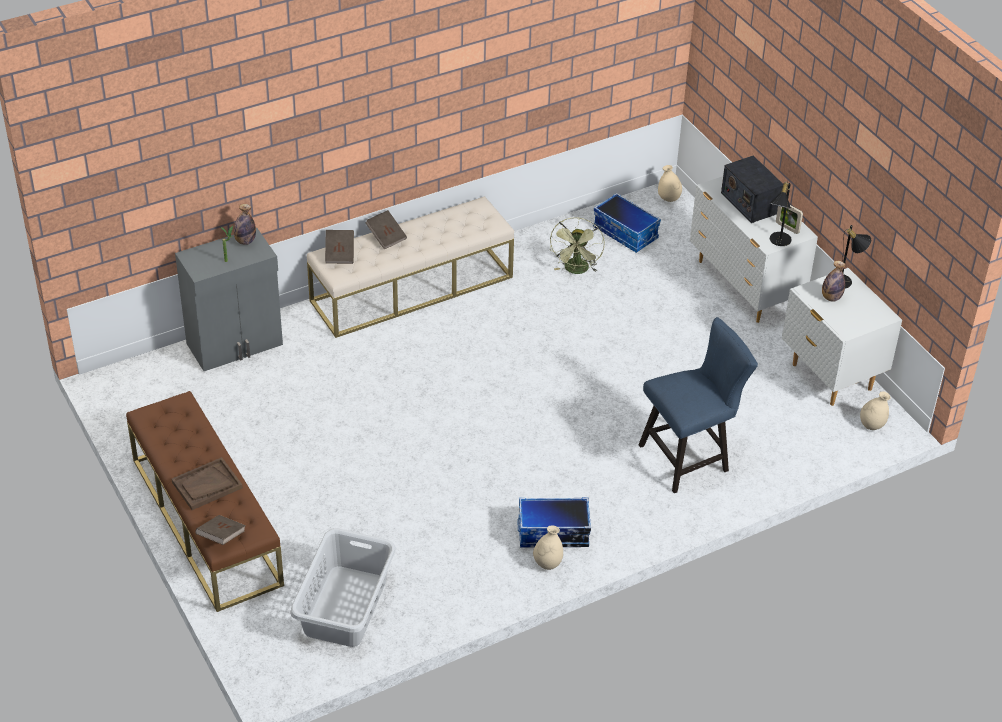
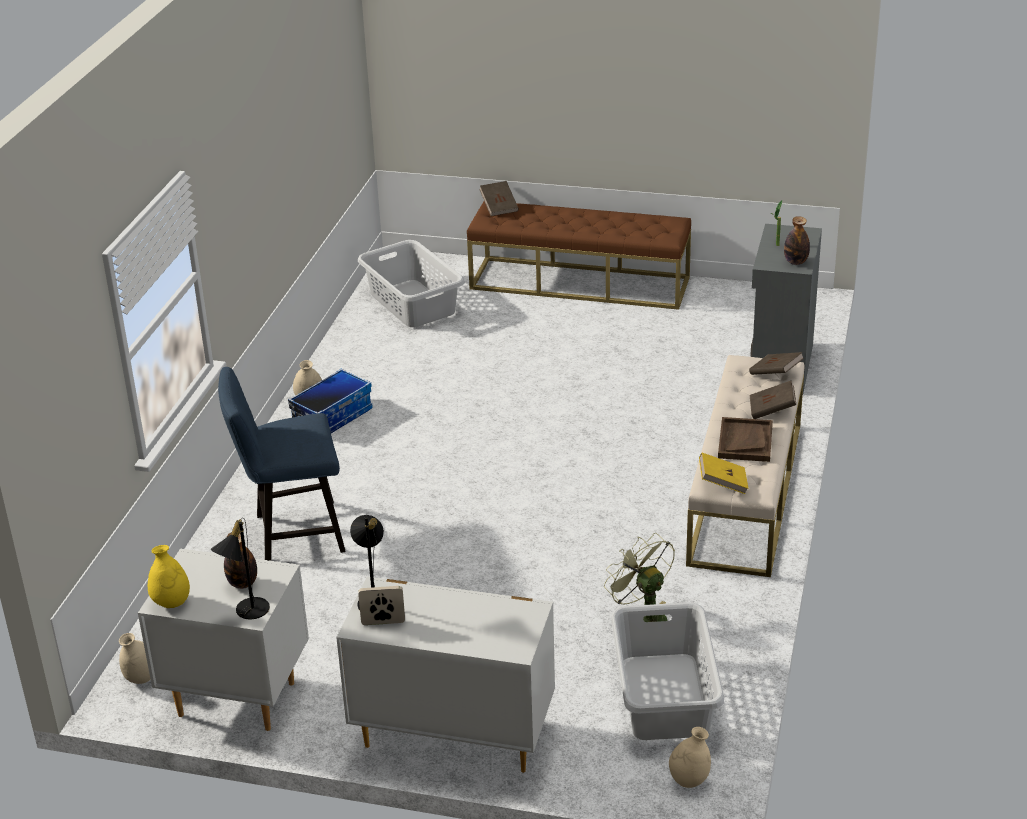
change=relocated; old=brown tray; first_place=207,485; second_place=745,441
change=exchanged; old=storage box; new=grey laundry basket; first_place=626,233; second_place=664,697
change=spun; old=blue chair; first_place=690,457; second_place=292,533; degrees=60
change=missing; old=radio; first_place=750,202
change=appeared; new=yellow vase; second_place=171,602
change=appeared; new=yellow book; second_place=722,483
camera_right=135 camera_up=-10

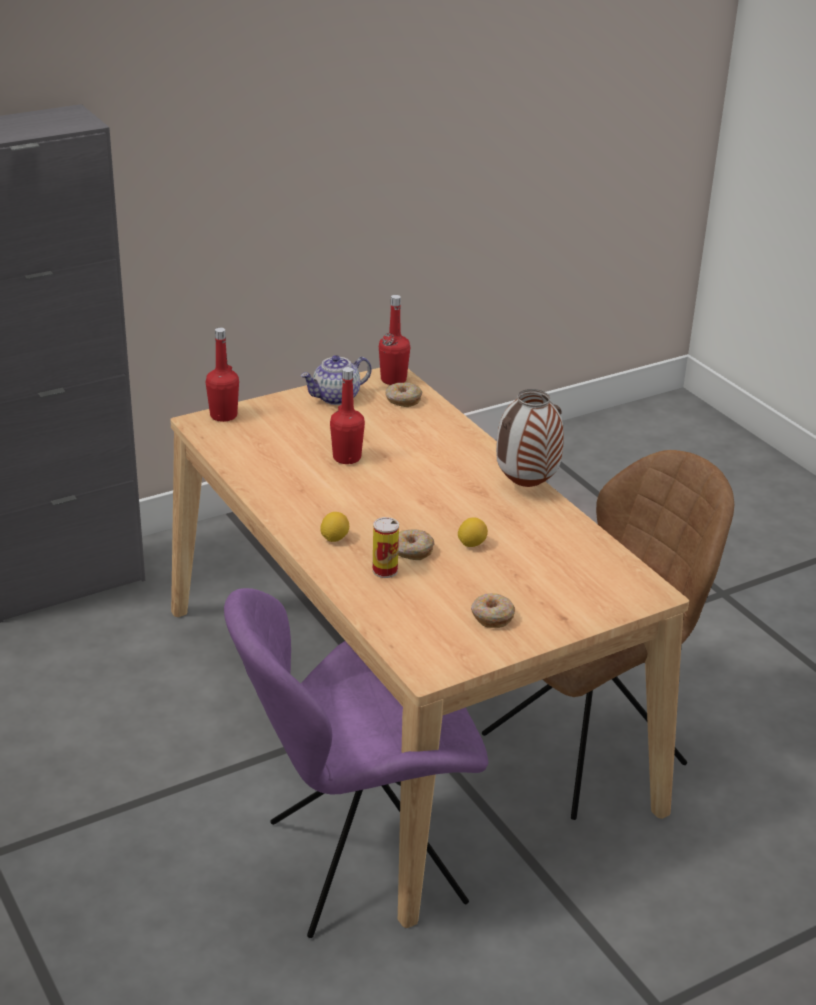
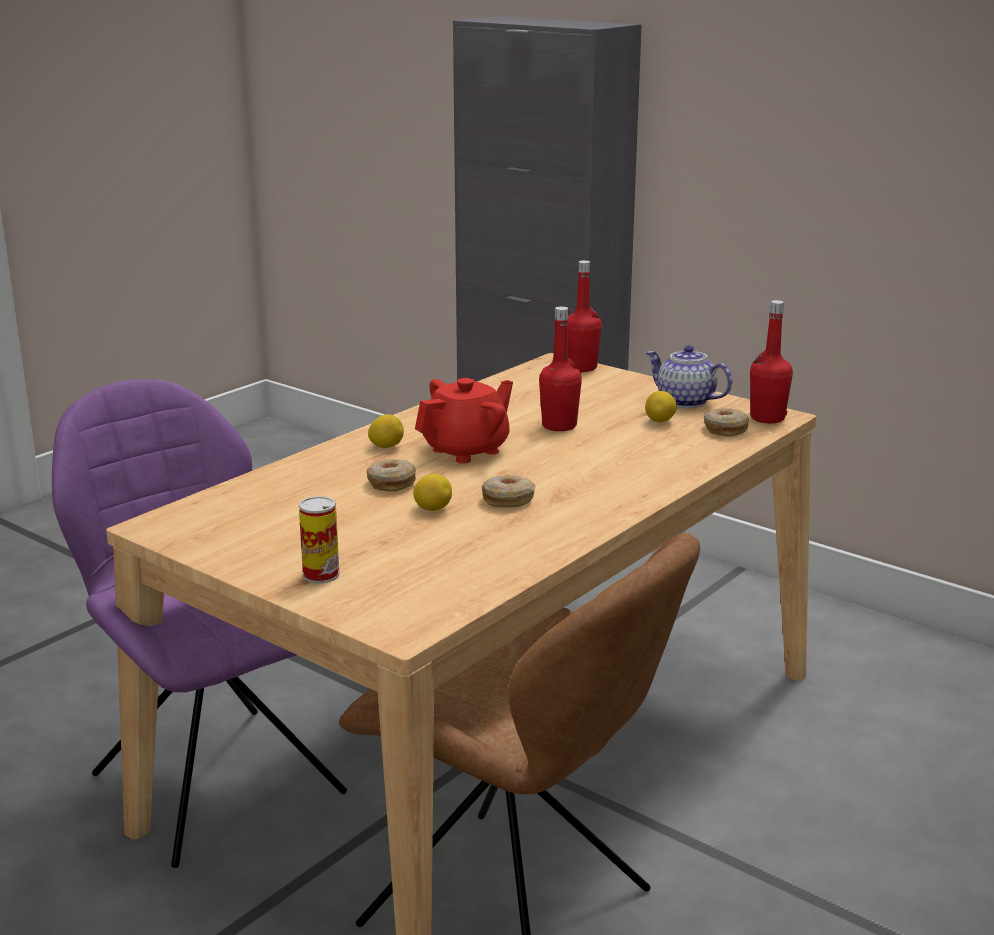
change=relocated; old=can; first_place=385,570; second_place=321,575
change=relocated; old=donut; first_place=492,616; second_place=508,499
change=missing; old=vase; first_place=526,486
change=appeared; new=red teapot; second_place=467,450
change=appeared; new=lemon; second_place=660,421
camera_right=70 camera_up=-10

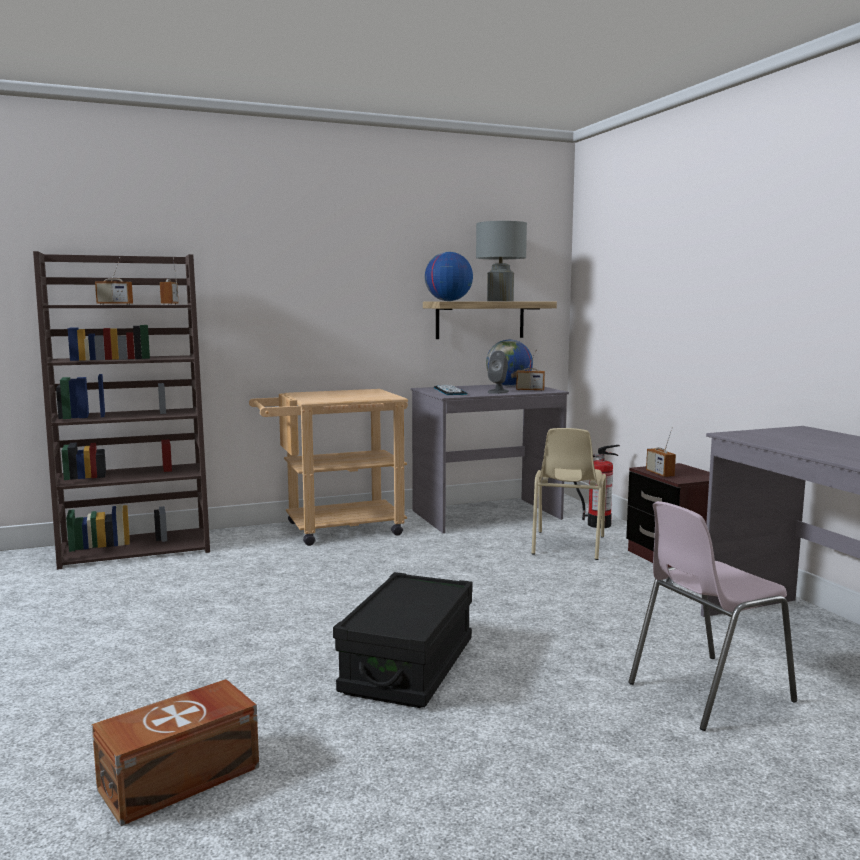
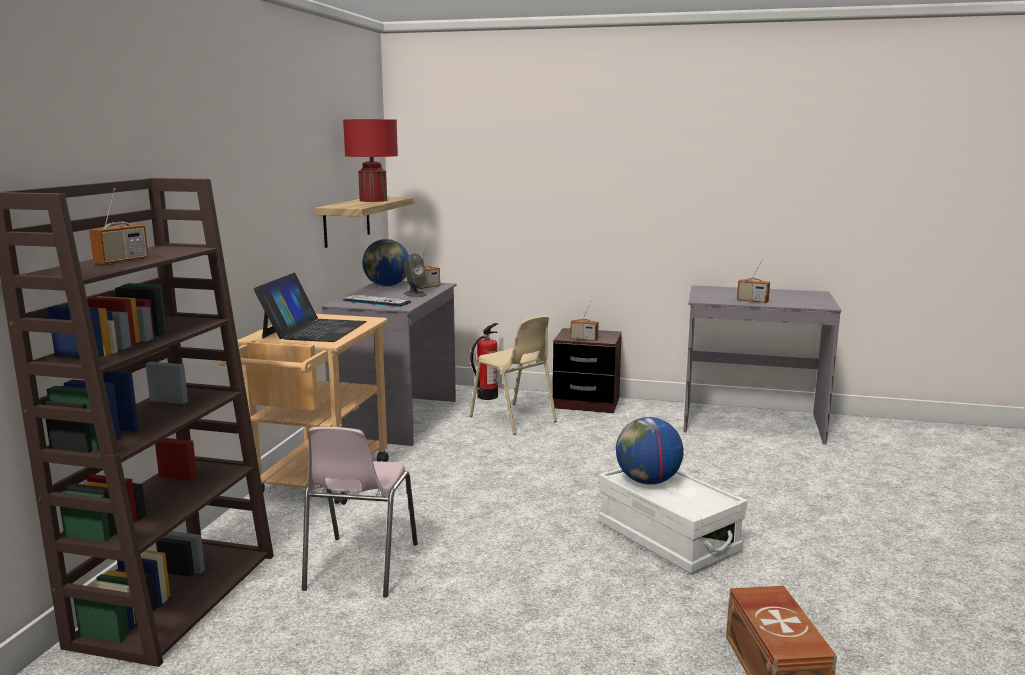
change=relocated; old=radio; first_place=169,304; second_place=752,301
change=colour; old=black storage box; new=white storage box; first_place=408,666; second_place=667,538
change=relocated; old=globe; first_place=448,301; second_place=647,481
change=colour; old=grey table lamp; new=red table lamp; first_place=500,301; second_place=373,200
change=relocated; old=pink chair; first_place=707,691; second_place=359,567
change=appeared; new=laptop; second_place=314,329
camera_right=-55 camera_up=5

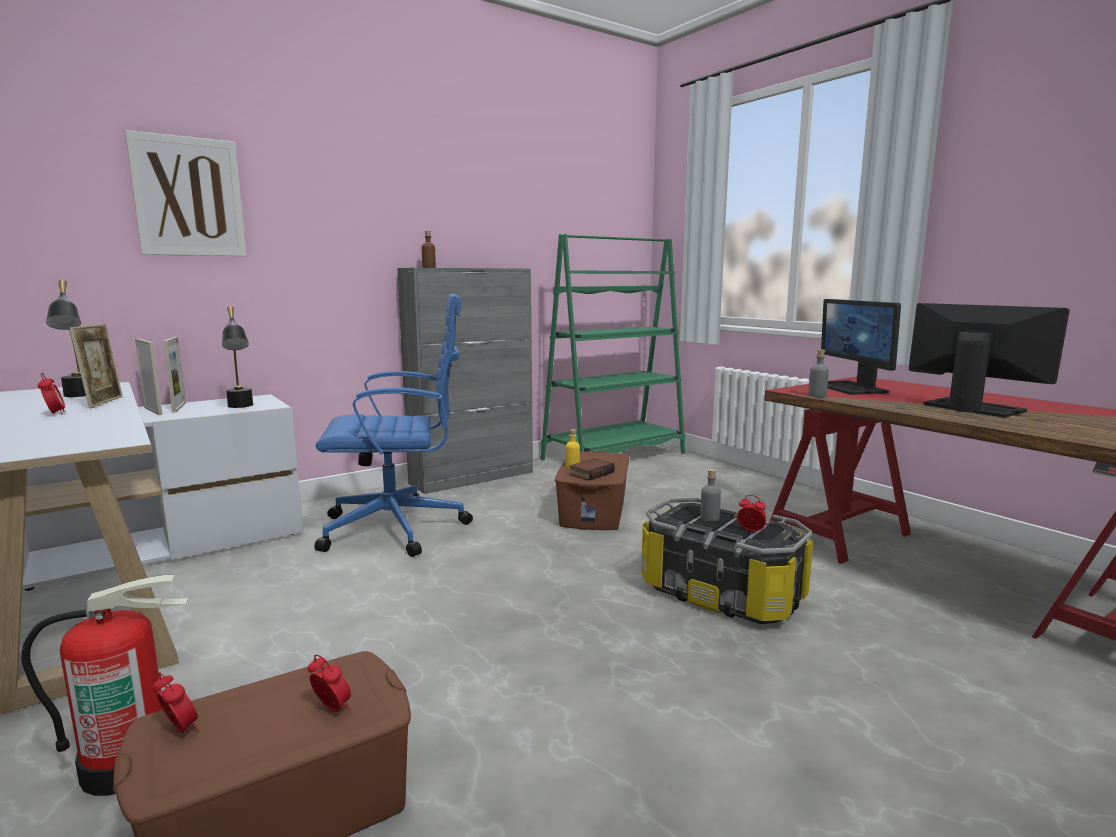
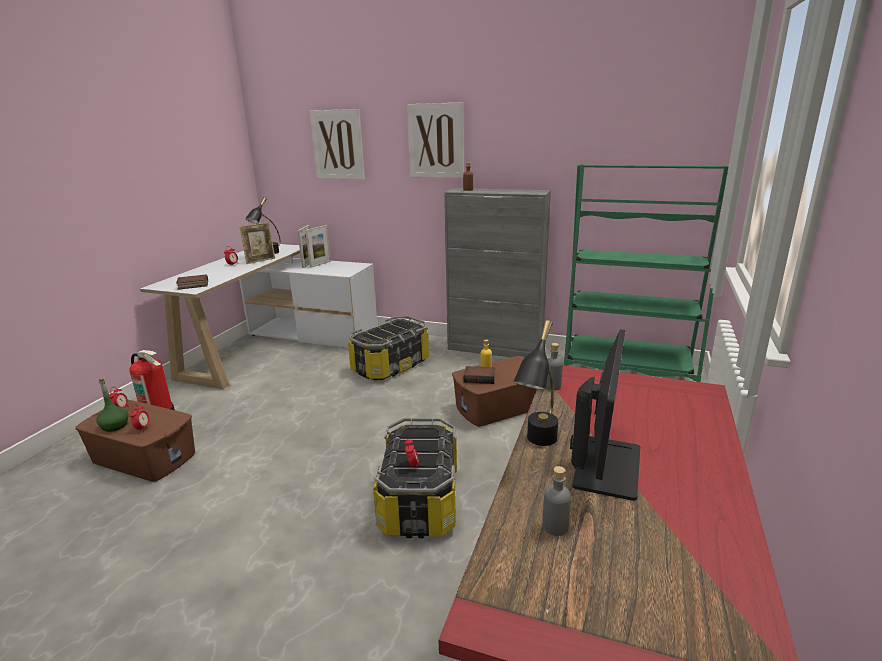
change=relocated; old=black table lamp; first_place=241,407; second_place=537,445
change=exchanged; old=blue office chair; new=storage box; first_place=398,528; second_place=391,366
change=relocated; old=grey bottle; first_place=709,518; second_place=555,526
change=missing; old=monitor; first_place=851,388
change=appeared; new=green bottle; second_place=115,426
change=appeared; new=book; second_place=192,285
change=appeared; new=picture; second_place=436,141
camera_right=55 camera_up=10

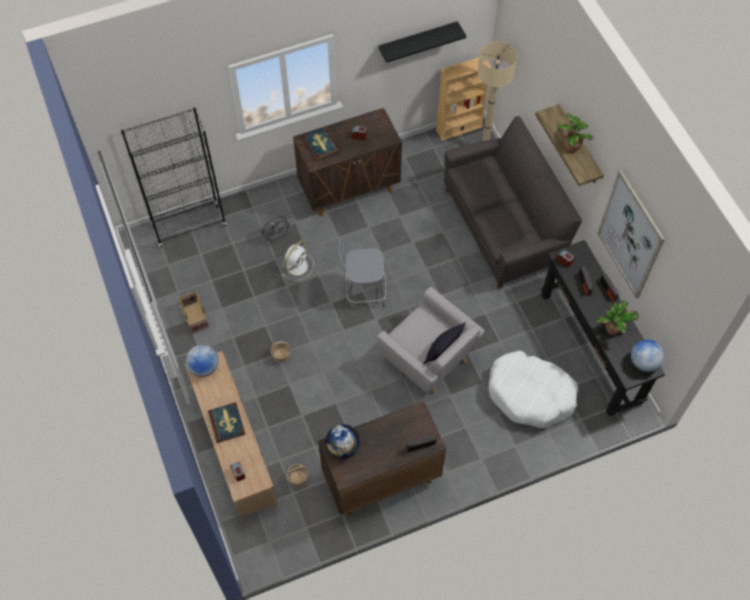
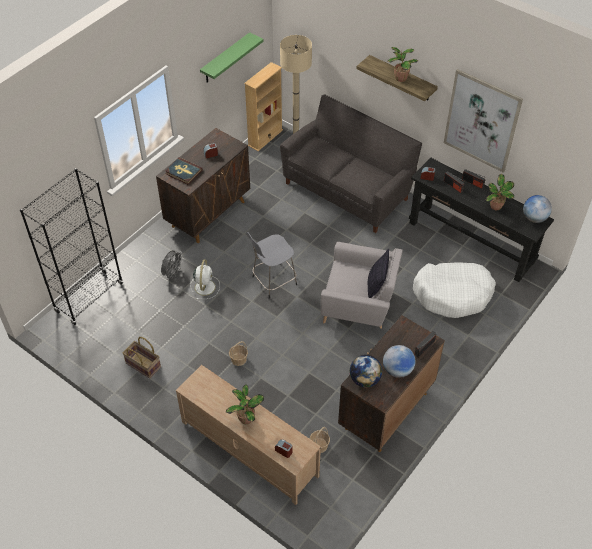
change=relocated; old=globe; first_place=204,367; second_place=397,370
change=exchanged; old=book; new=potted plant; first_place=227,423; second_place=246,417
change=colour; old=black shelf; new=green shelf; first_place=417,41; second_place=225,58
camera_right=-30 camera_up=-10

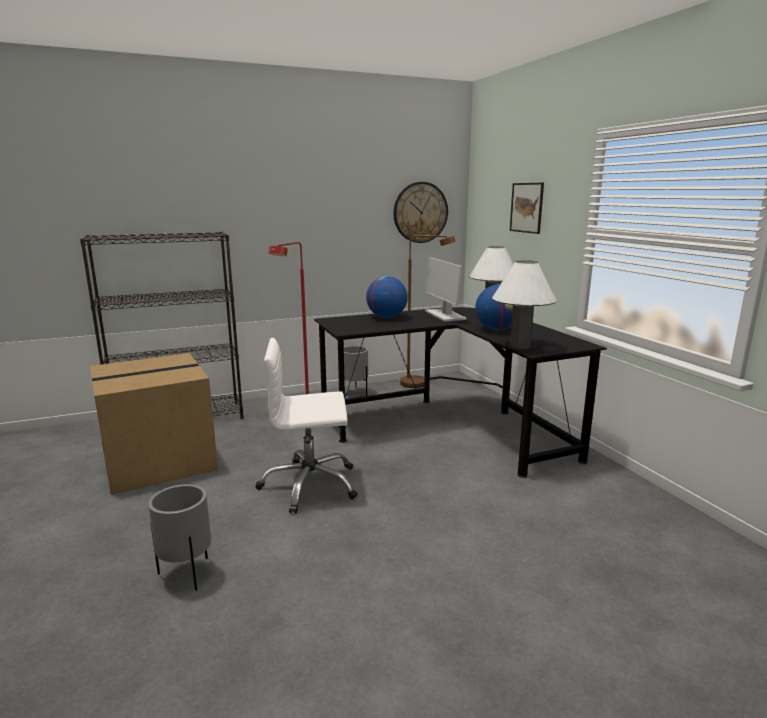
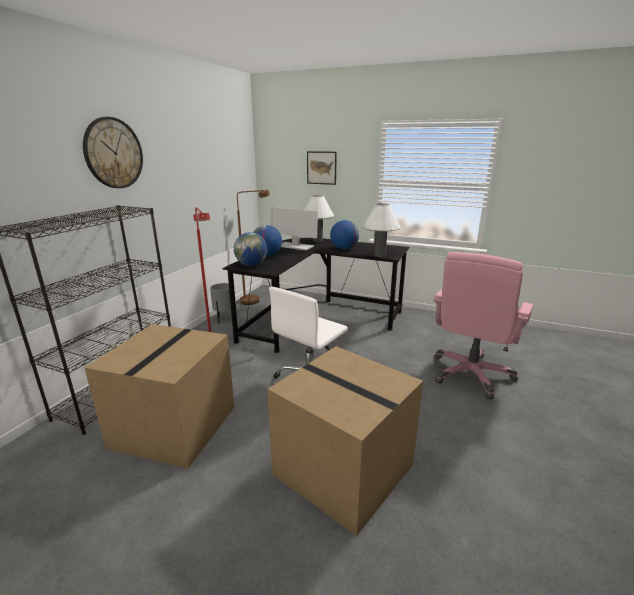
change=exchanged; old=grey planter; new=cardboard box; first_place=187,574; second_place=346,469
change=relocated; old=wall clock; first_place=420,212; second_place=113,153
change=appeared; new=globe; second_place=251,265
change=appeared; new=pink office chair; second_place=471,374
camera_right=-45 camera_up=5

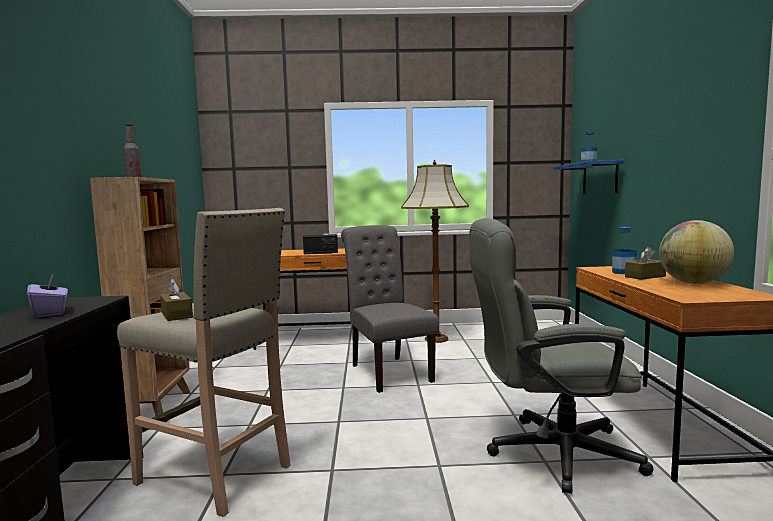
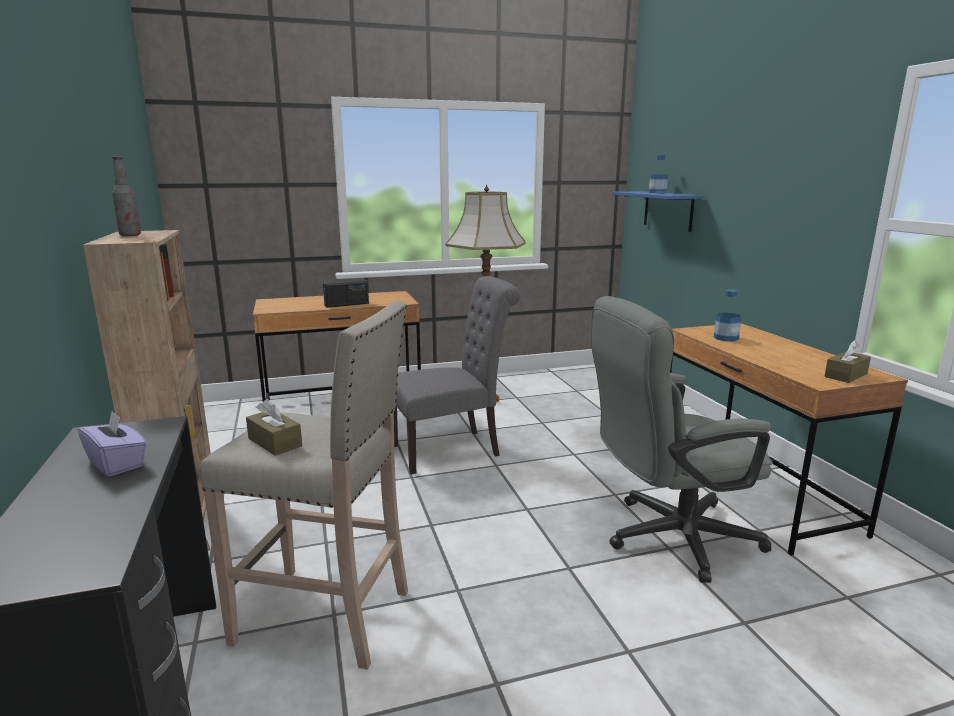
change=spun; old=grey chair; first_place=387,371; second_place=452,449; degrees=105
change=relocated; old=brown tissue box; first_place=645,276; second_place=845,375
change=missing; old=globe; first_place=693,283
camera_right=-15 camera_up=10

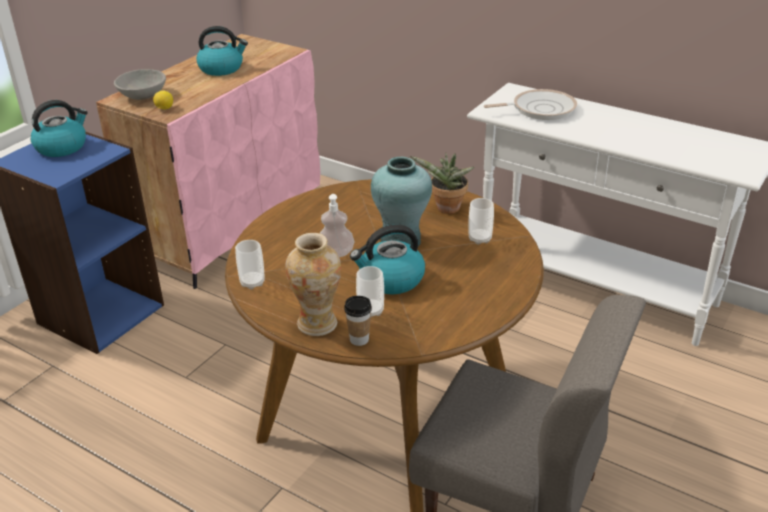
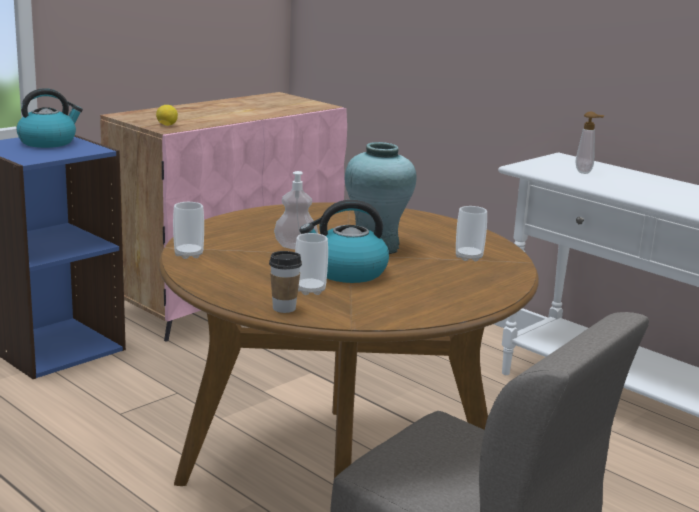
change=missing; old=grey bowl; first_place=143,96
change=missing; old=kettle; first_place=222,68
change=missing; old=vase; first_place=317,324
change=missing; old=potted plant; first_place=446,209
change=exchanged; old=frying pan; new=soap dispenser; first_place=539,109; second_place=585,172
camera_right=10 camera_up=-15

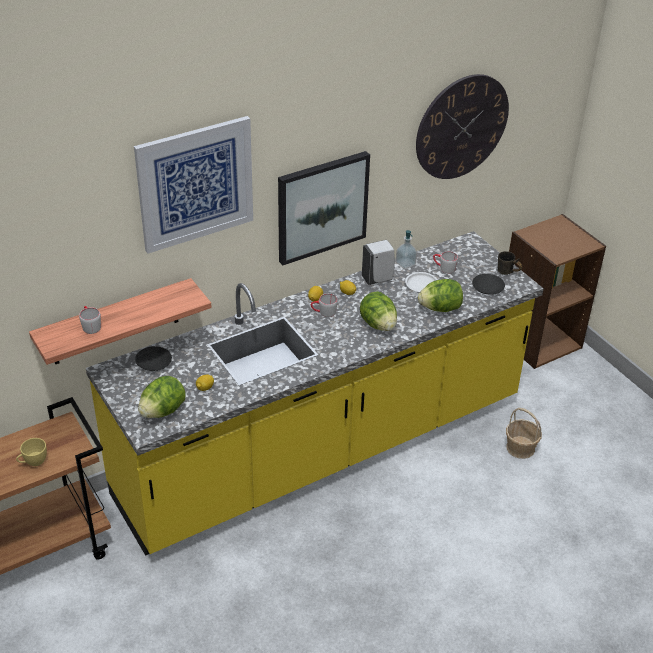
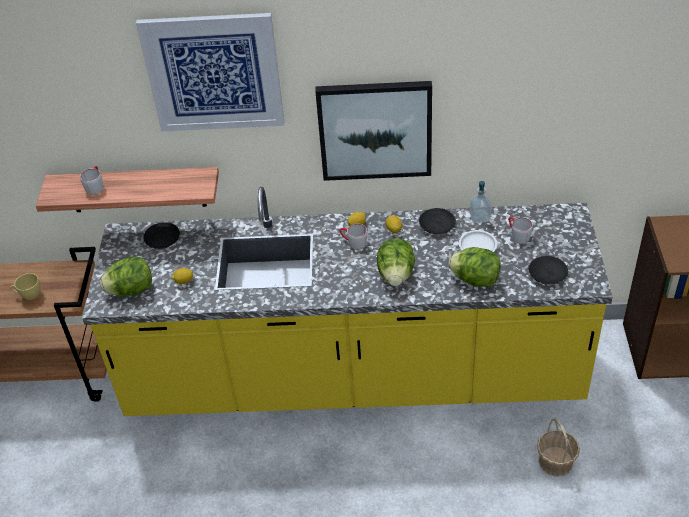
change=exchanged; old=white soap dispenser; new=black plate; first_place=378,279; second_place=437,224
change=missing; old=wall clock; first_place=461,127
change=missing; old=grey mug; first_place=507,273
camera_right=35 camera_up=5

